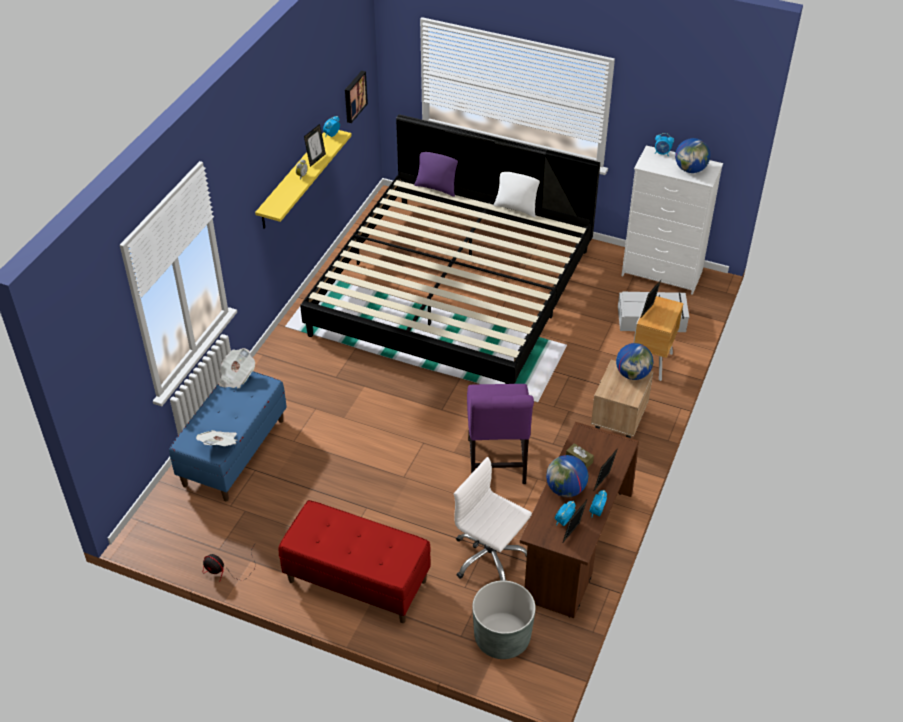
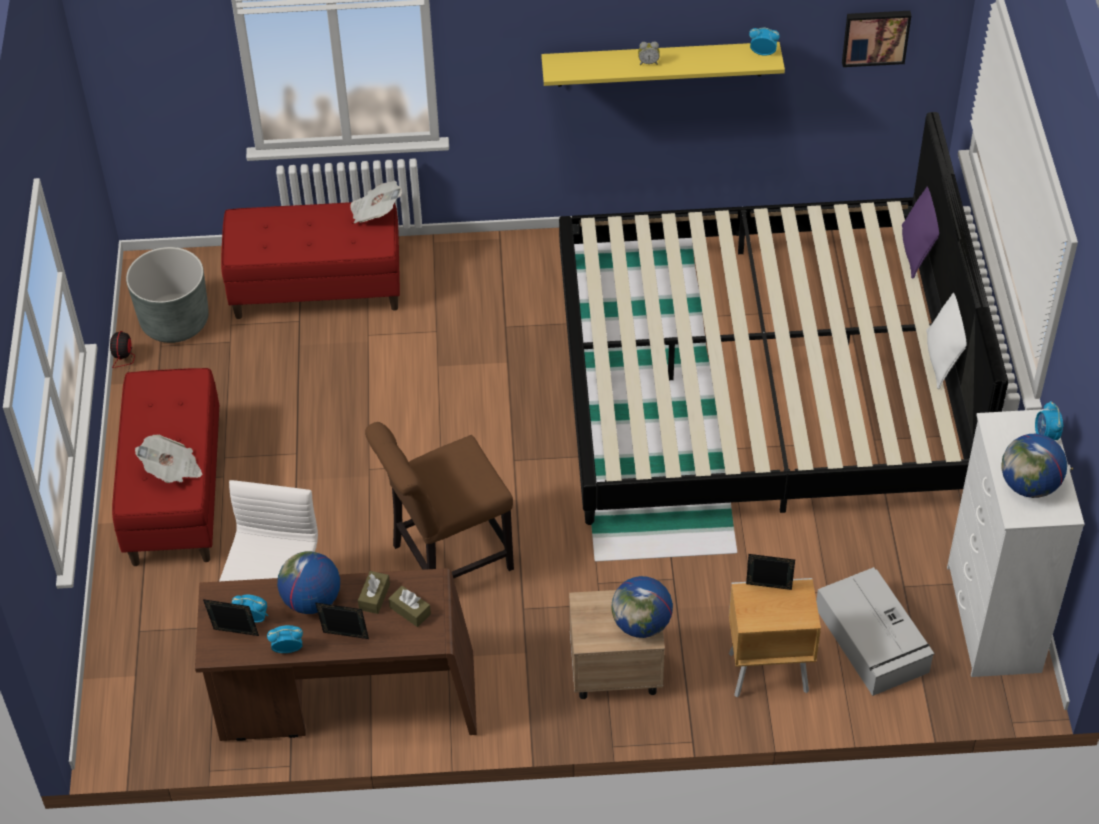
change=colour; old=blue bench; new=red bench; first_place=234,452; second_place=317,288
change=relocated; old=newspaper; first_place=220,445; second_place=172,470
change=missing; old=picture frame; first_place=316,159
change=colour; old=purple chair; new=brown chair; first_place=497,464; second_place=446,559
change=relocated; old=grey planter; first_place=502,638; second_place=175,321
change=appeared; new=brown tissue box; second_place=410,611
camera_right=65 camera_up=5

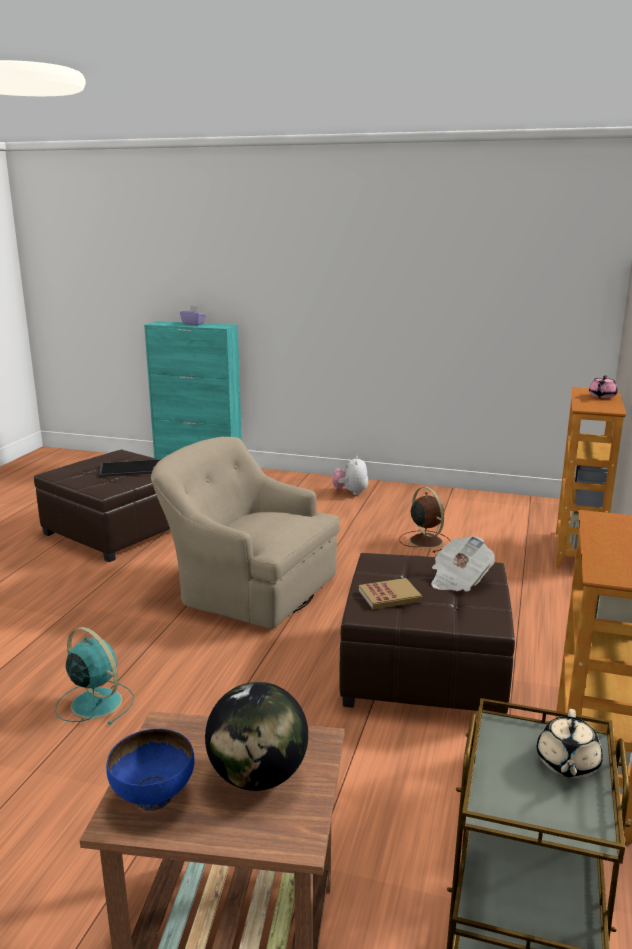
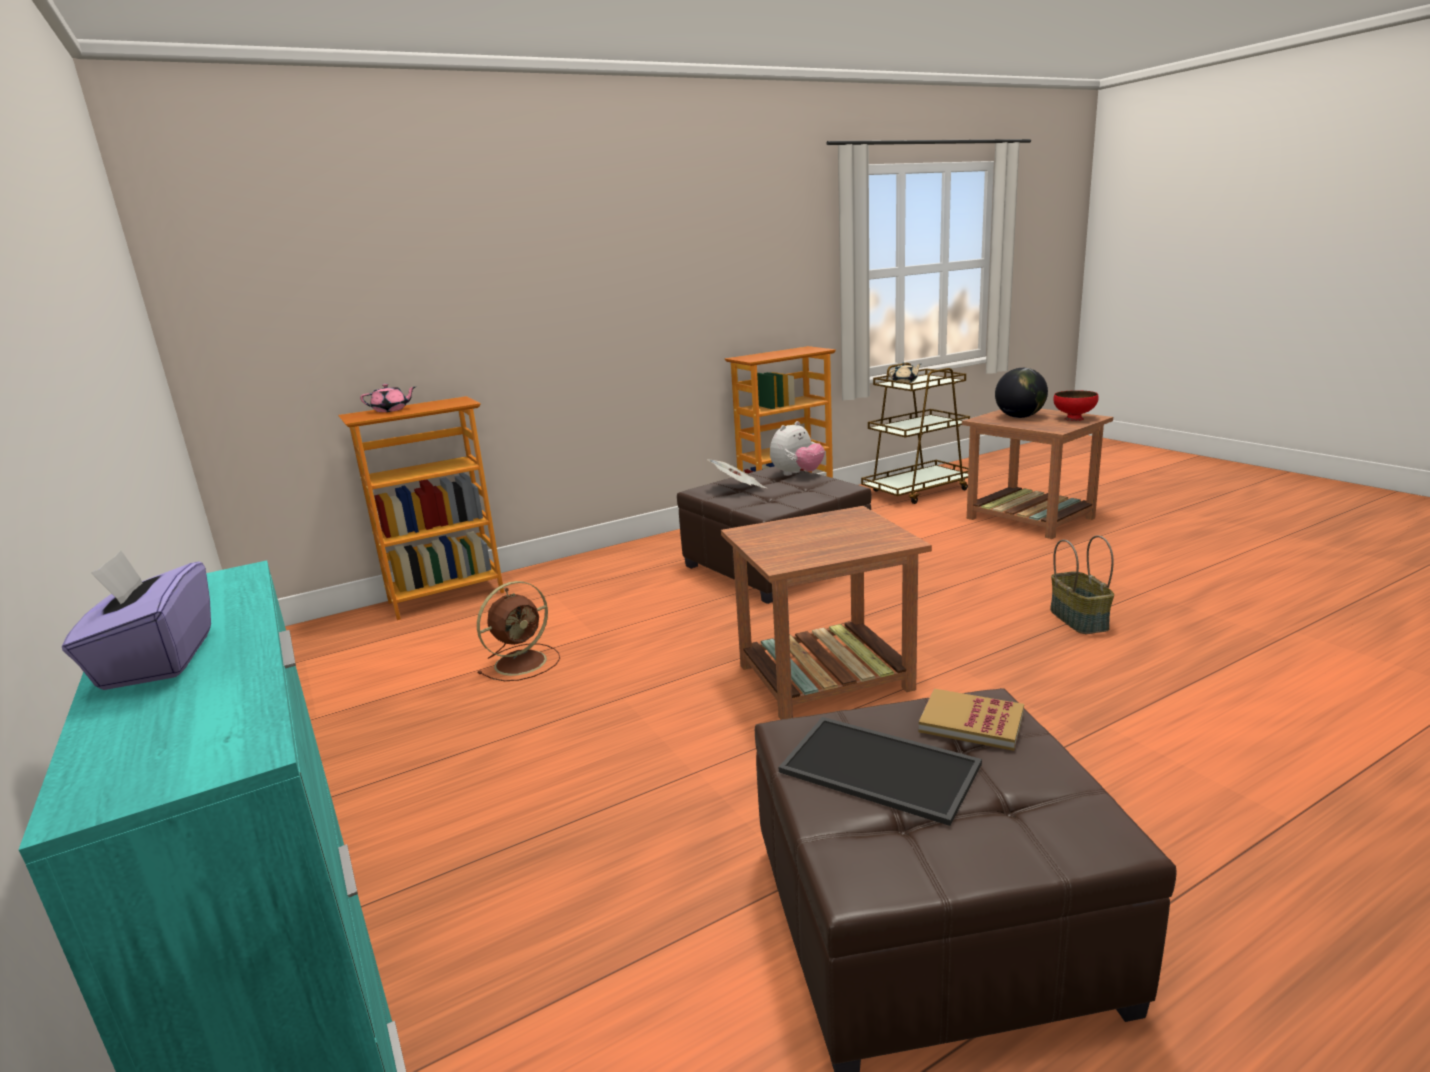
change=exchanged; old=turquoise fan; new=basket; first_place=95,702; second_place=1080,619
change=colour; old=blue bowl; new=red bowl; first_place=153,798; second_place=1074,419
change=exchanged; old=beige armchair; new=brown side table; first_place=247,588; second_place=822,677
change=relocated; old=plush toy; first_place=350,492; second_place=797,474
change=relocated; old=book; first_place=389,596; second_place=971,722
change=spun; old=brown fan; first_place=425,540; second_place=522,662; degrees=-150
camera_right=-135 camera_up=0

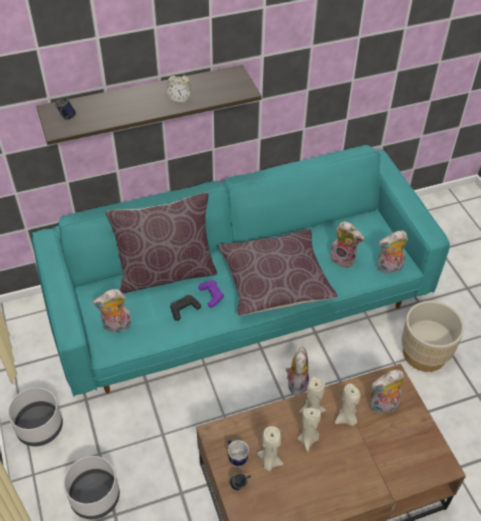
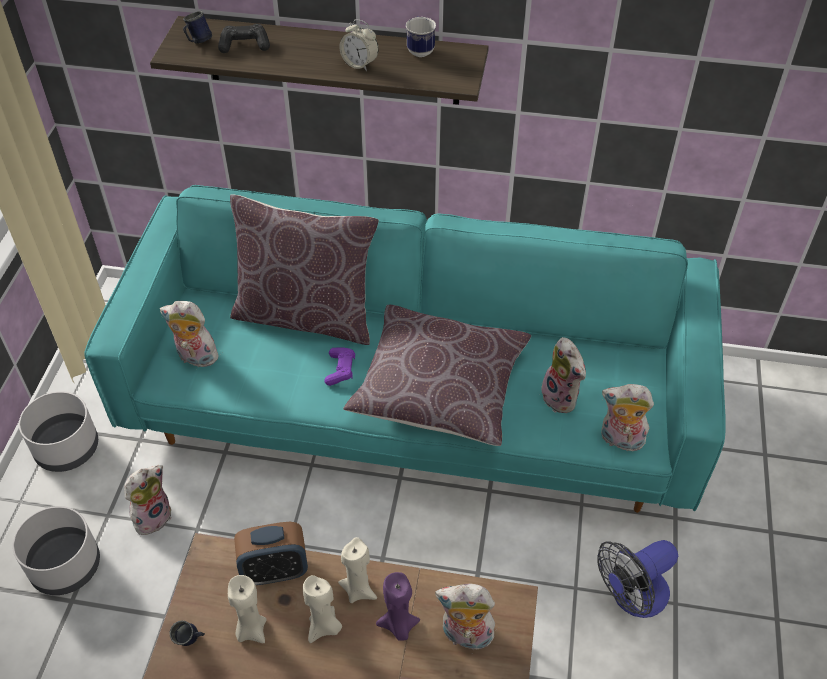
change=relocated; old=black game controller; first_place=184,309; second_place=244,45
change=relocated; old=mug; first_place=236,457; second_place=420,49
change=relocated; old=plush toy; first_place=296,383; second_place=152,516
change=colour; old=beige candle; new=purple candle; first_place=346,419; second_place=398,626
change=exchanged; old=beige planter; new=fan; first_place=424,353; second_place=632,597
change=appeared; new=alarm clock; second_place=275,571
camera_right=30 camera_up=0

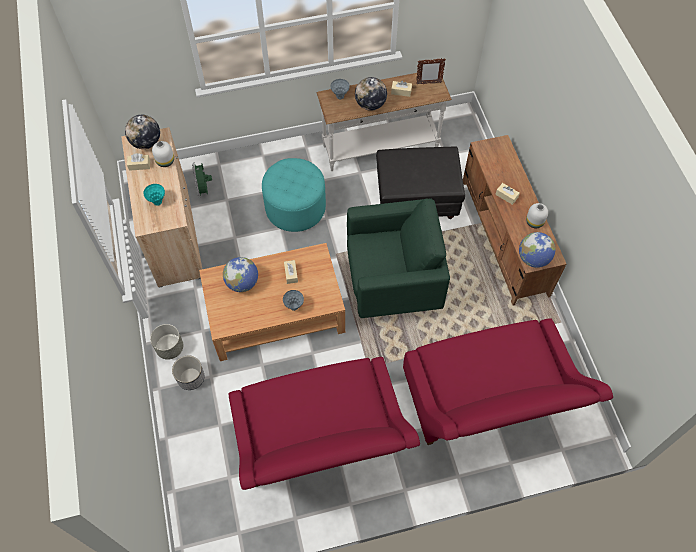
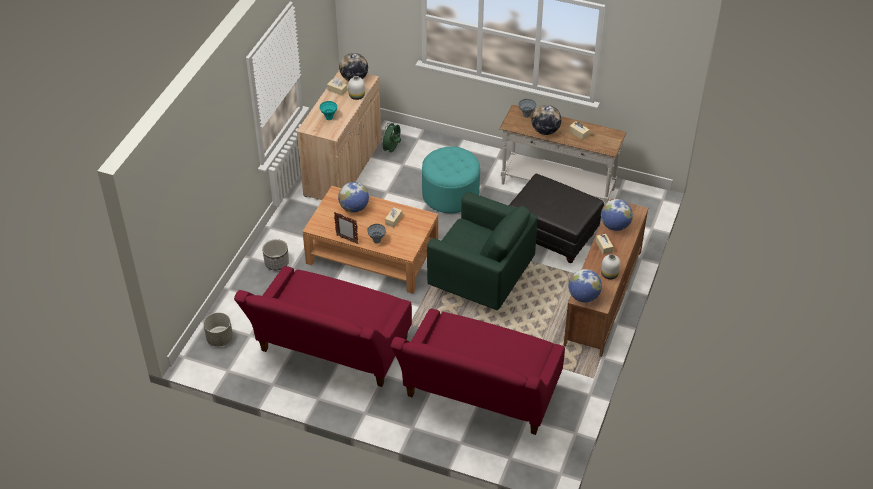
change=relocated; old=grey planter; first_place=170,348; second_place=219,338
change=relocated; old=picture frame; first_place=428,83; second_place=347,239
change=appeared; new=globe; second_place=615,226
camera_right=35 camera_up=-15

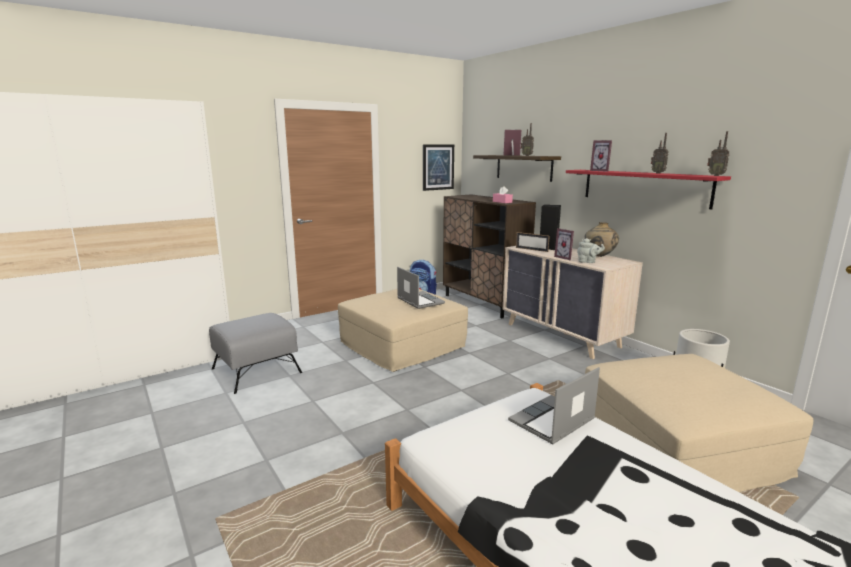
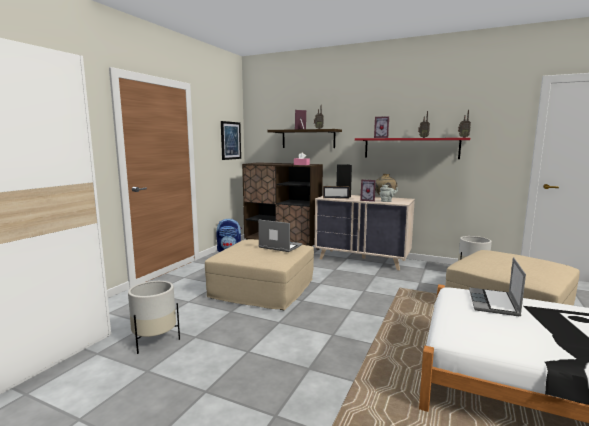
change=exchanged; old=grey ottoman; new=white planter; first_place=257,370; second_place=155,341
camera_right=-30 camera_up=-5

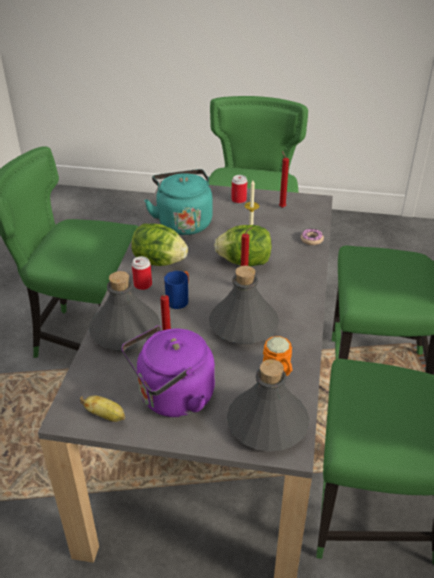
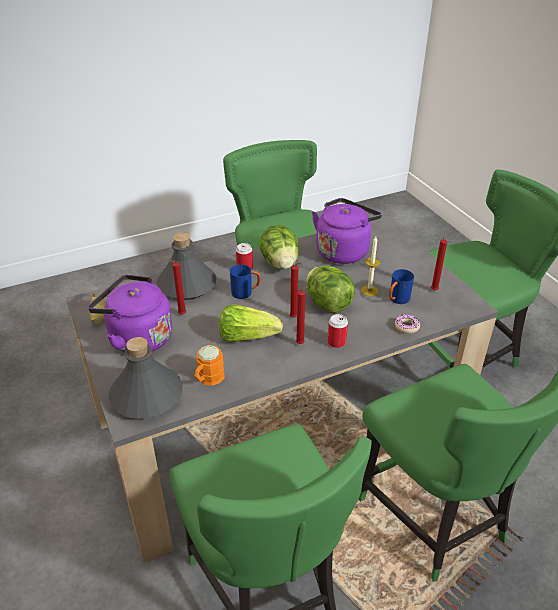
change=colour; old=turquoise kettle; new=purple kettle; first_place=183,222; second_place=343,251
change=exchanged; old=grey bottle; new=lettuce; first_place=243,325; second_place=247,336
change=relocated; old=can; first_place=239,200; second_place=336,342
change=appeared; new=red candle; second_place=301,344
change=appeared; new=blue mug; second_place=397,300
camera_right=55 camera_up=0

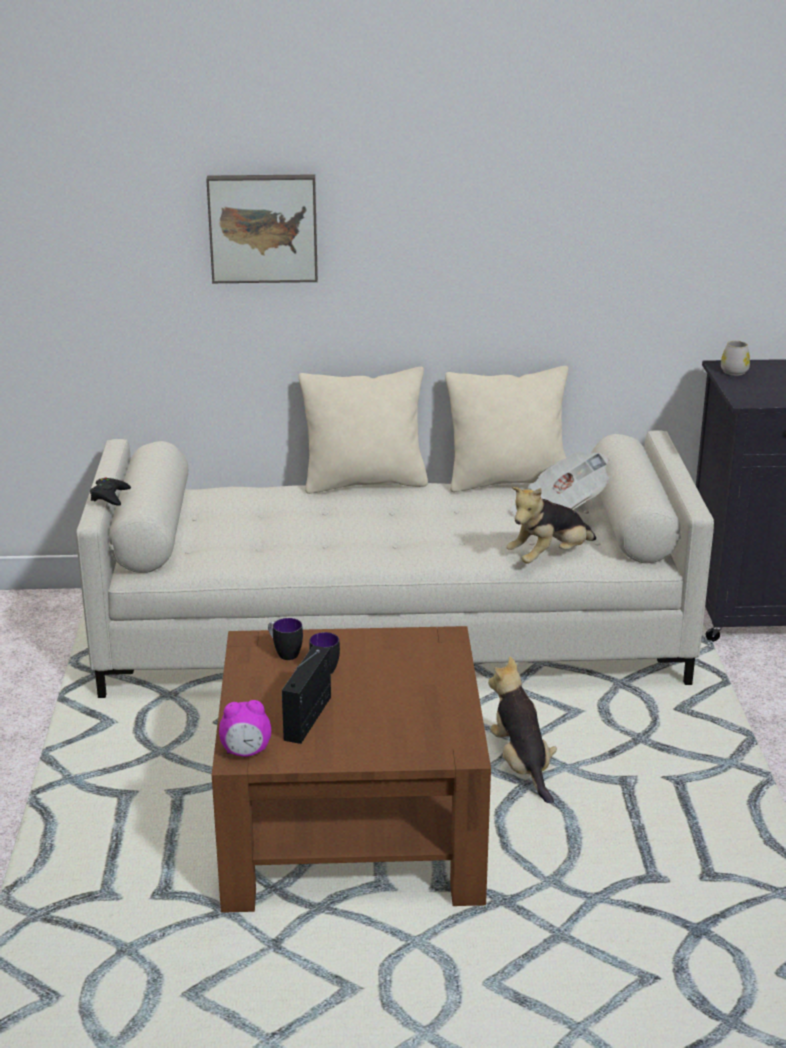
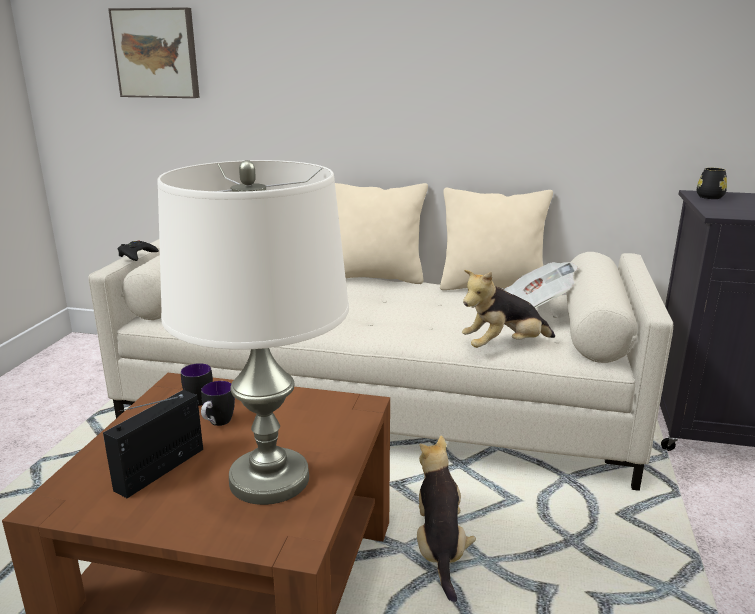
change=relocated; old=picture; first_place=263,227; second_place=157,53
change=missing; old=alarm clock; first_place=246,752
change=colour; old=white mug; new=black mug; first_place=735,370; second_place=710,196
change=appeared; new=white table lamp; second_place=270,479
camera_right=15 camera_up=-5

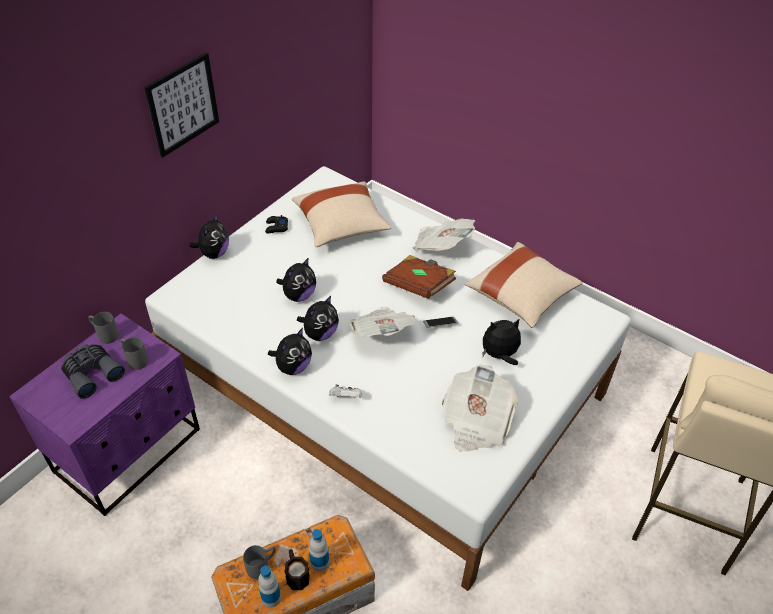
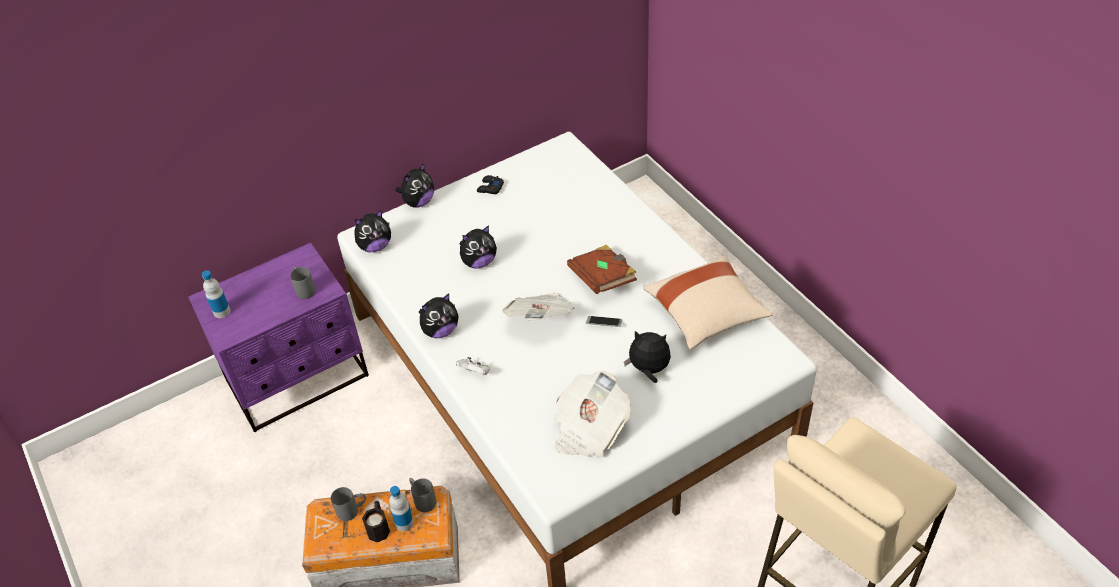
change=missing; old=grey binoculars; first_place=92,373
change=relocated; old=grey mug; first_place=105,334; second_place=422,500
change=missing; old=picture; first_place=183,104
change=relocated; old=bottle; first_place=271,598; second_place=222,312
change=missing; old=beige pillow; first_place=341,226
change=relocated; old=plush toy; first_place=320,333; second_place=375,246
change=missing; old=newspaper; first_place=441,246
camera_right=25 camera_up=0

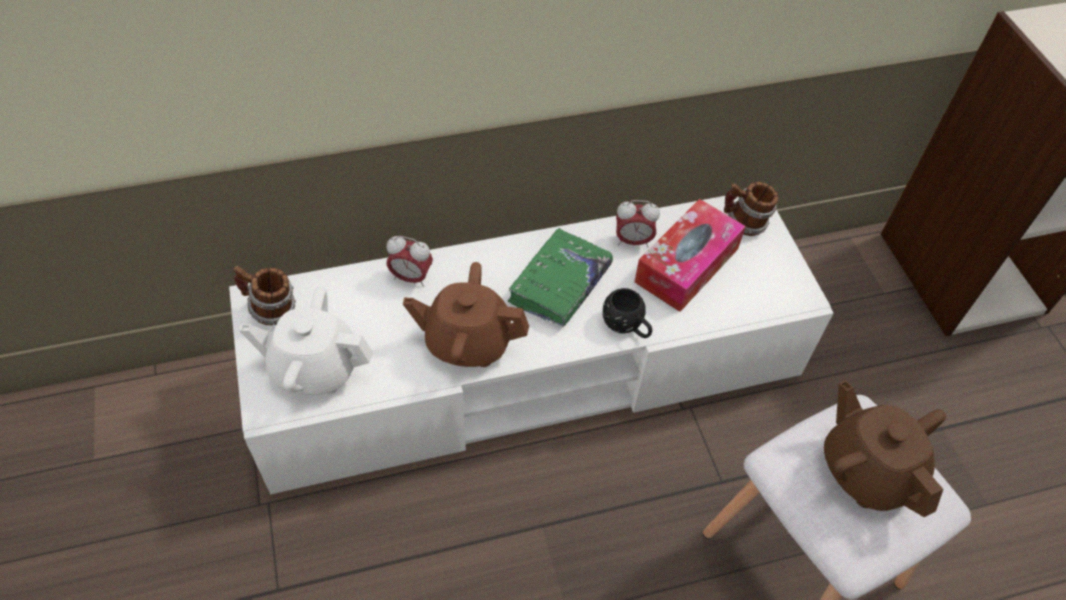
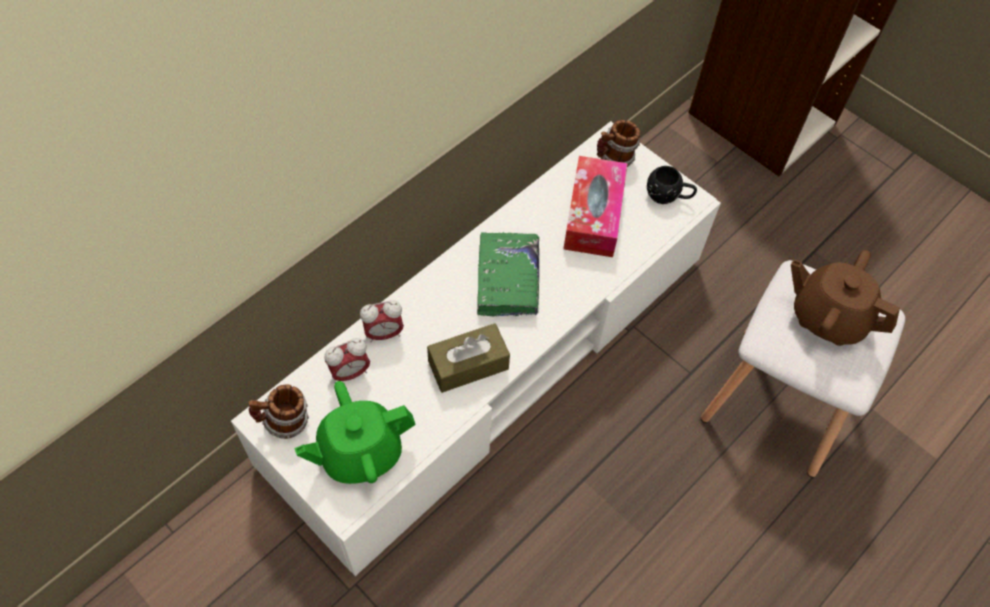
change=colour; old=white teapot; new=green teapot; first_place=315,368; second_place=360,452
change=exchanged; old=brown teapot; new=brown tissue box; first_place=467,342; second_place=468,365
change=relocated; old=black mug; first_place=627,326; second_place=668,196
change=relocated; old=alarm clock; first_place=633,241; second_place=350,373
camera_right=-30 camera_up=5

